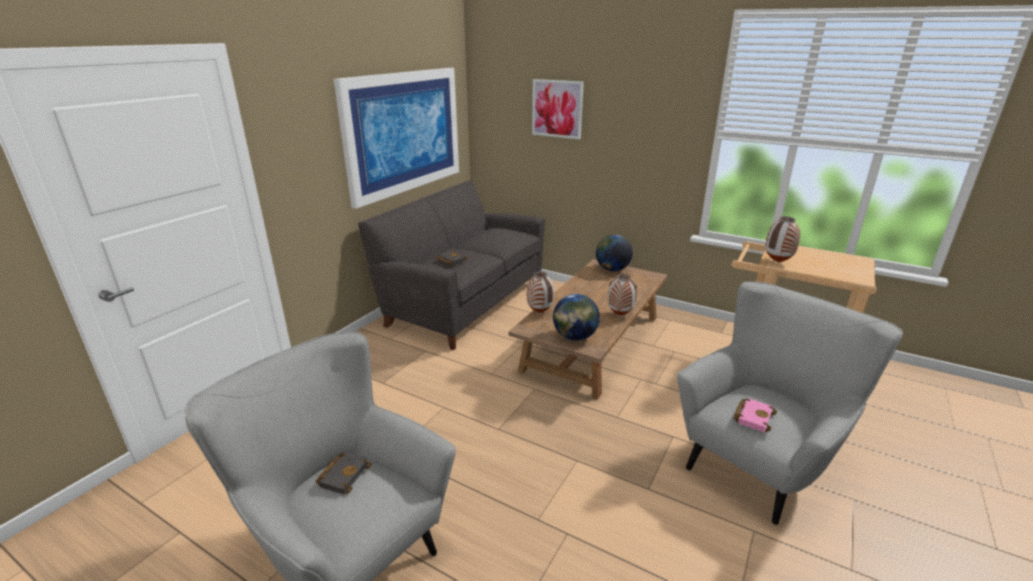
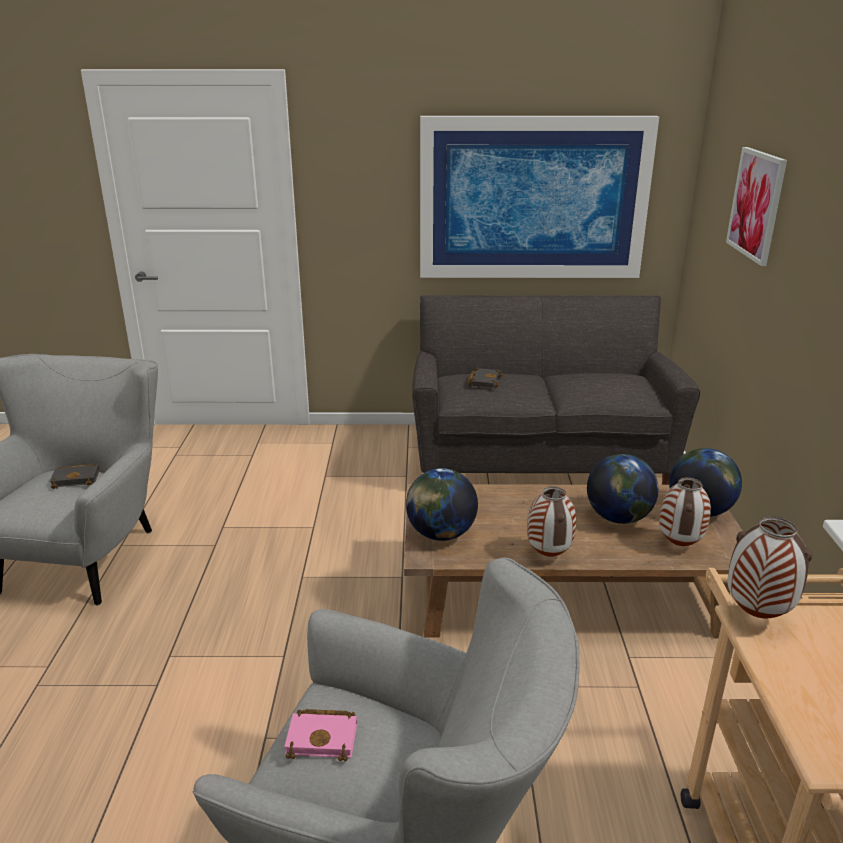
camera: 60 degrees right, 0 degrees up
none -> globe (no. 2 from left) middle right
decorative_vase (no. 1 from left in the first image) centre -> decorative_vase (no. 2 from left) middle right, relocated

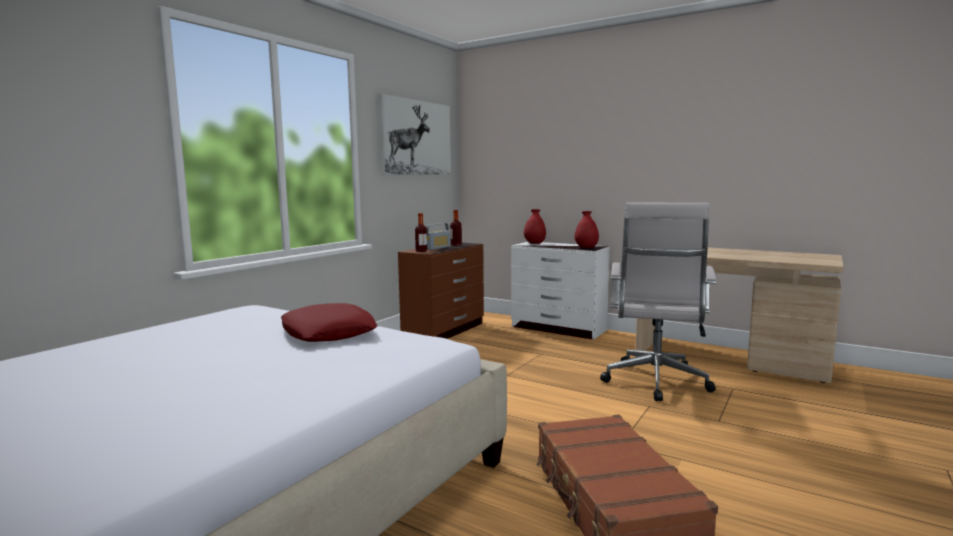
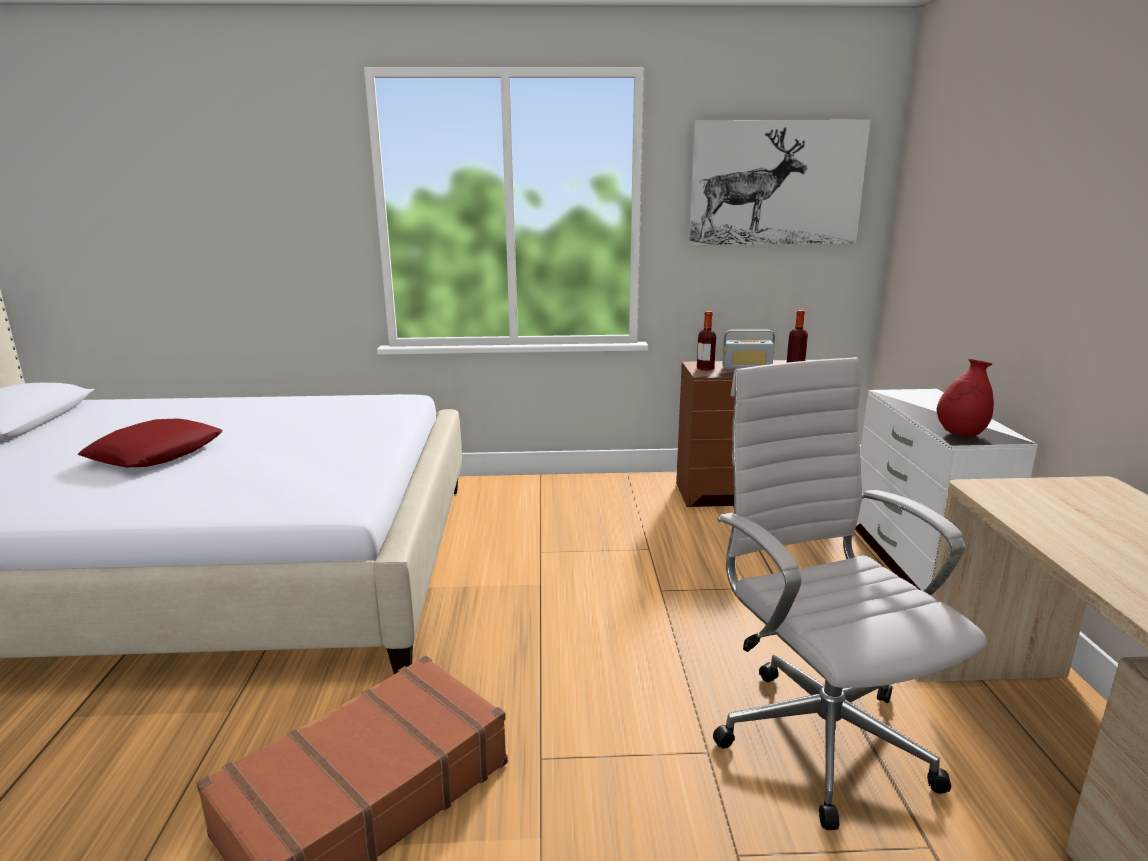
camera: 55 degrees right, 10 degrees up
reddish_throw_pillow centre -> reddish_throw_pillow middle left, relocated
white-coloured_desk_chair middle right -> white-coloured_desk_chair bottom right, 90 degrees clockwise
reddish_decorative_vase (no. 1 from left) centre -> none

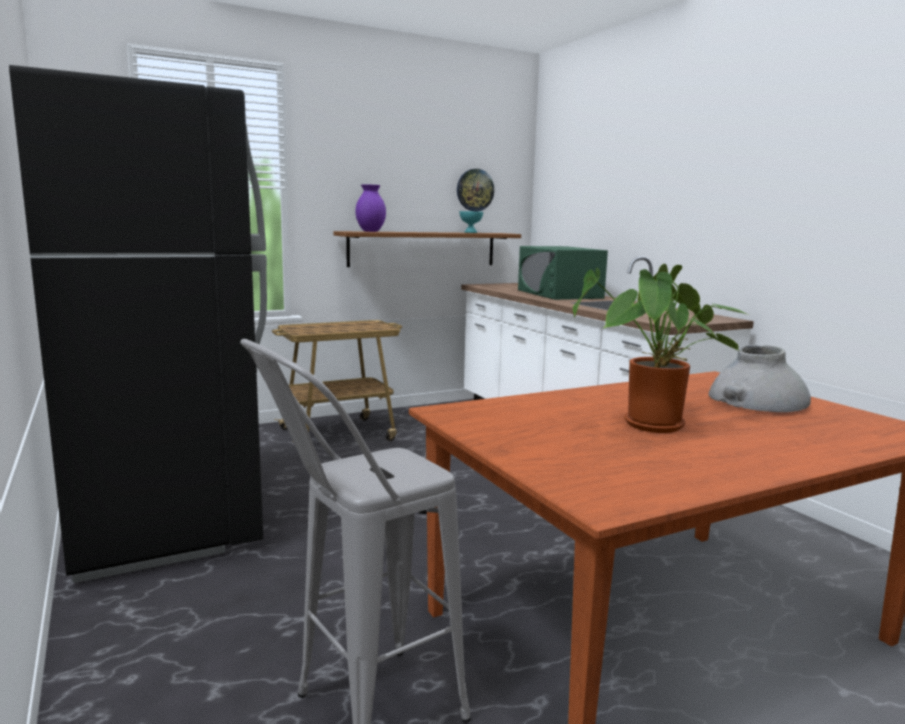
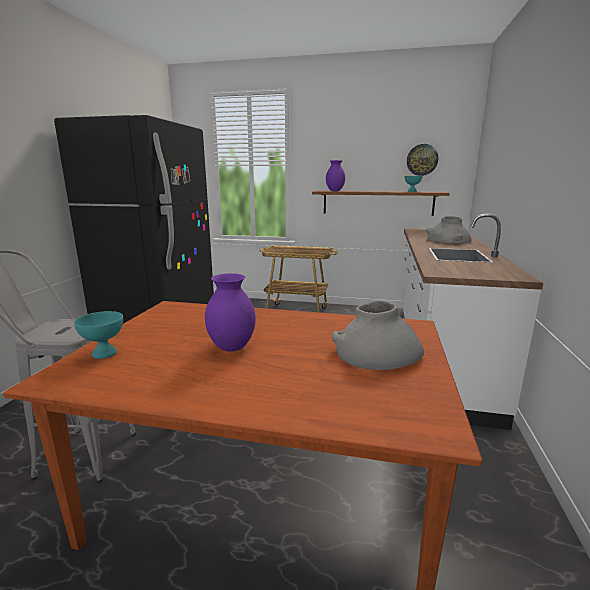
camera: 40 degrees right, 5 degrees up
none -> turquoise-coloured_serving_bowl (no. 1 from left) middle left
houseplant middle right -> purple_decorative_vase (no. 1 from left) centre
green-coloured_kitchen_microwave centre -> grey_decorative_vase (no. 2 from left) middle right

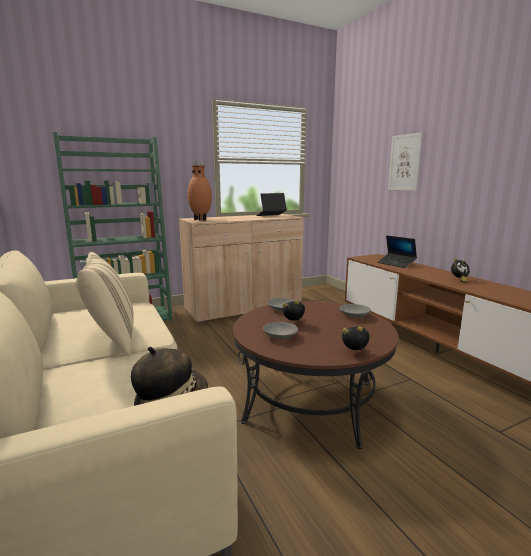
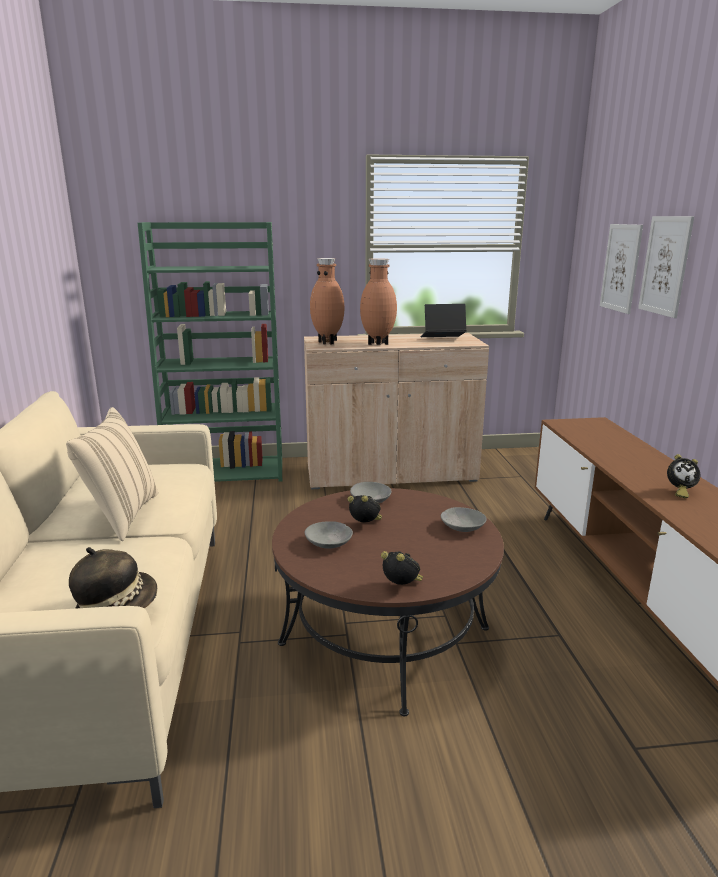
camera: 20 degrees right, 5 degrees up
none -> brown_decorative_vase (no. 2 from left) centre
none -> picture (no. 1 from left) top right
portable_computer (no. 2 from left) middle right -> none

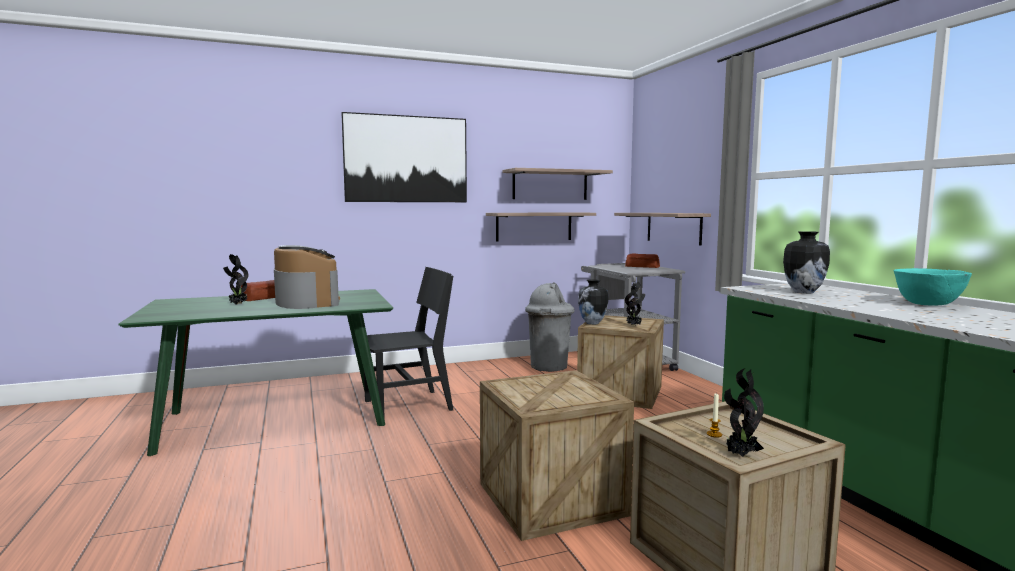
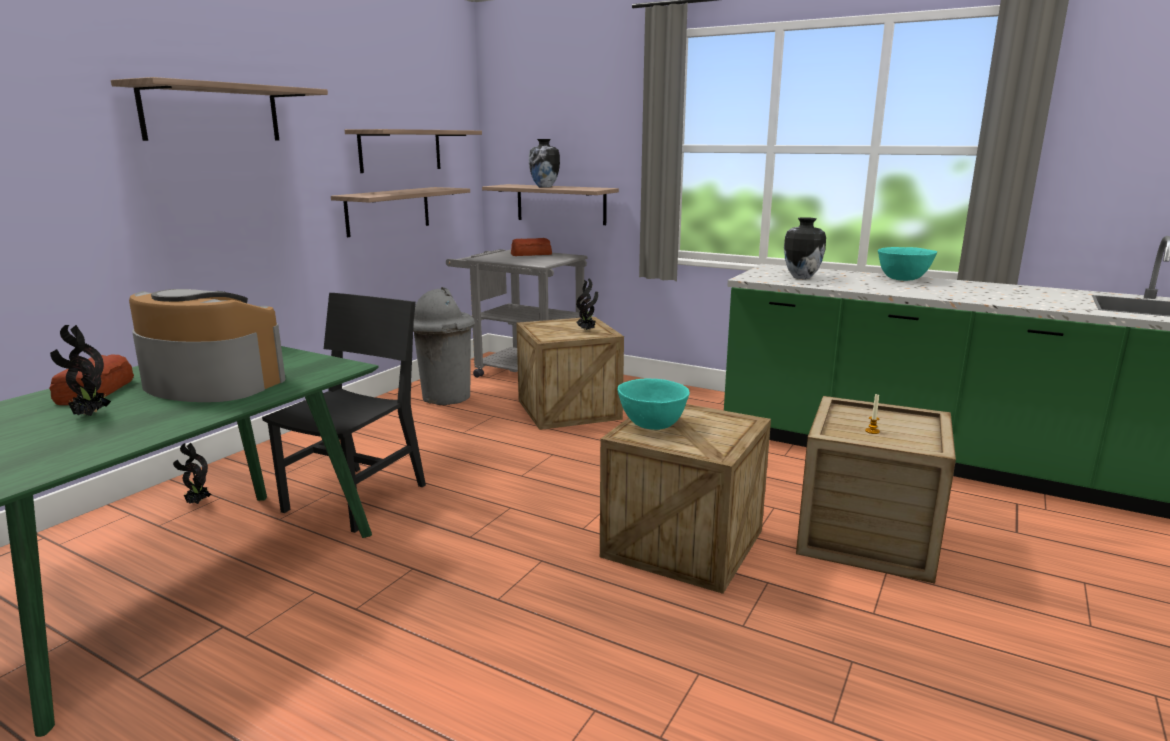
camera: 40 degrees left, 10 degrees up
picture top centre -> wall_shelf (no. 1 from left) top left
houseplant (no. 3 from left in the first image) bottom right -> houseplant (no. 2 from left) middle left, relocated
decorative_vase (no. 1 from left) centre -> decorative_vase (no. 1 from left) top centre, relocated
none -> turquoise-coloured_serving_bowl (no. 1 from left) centre

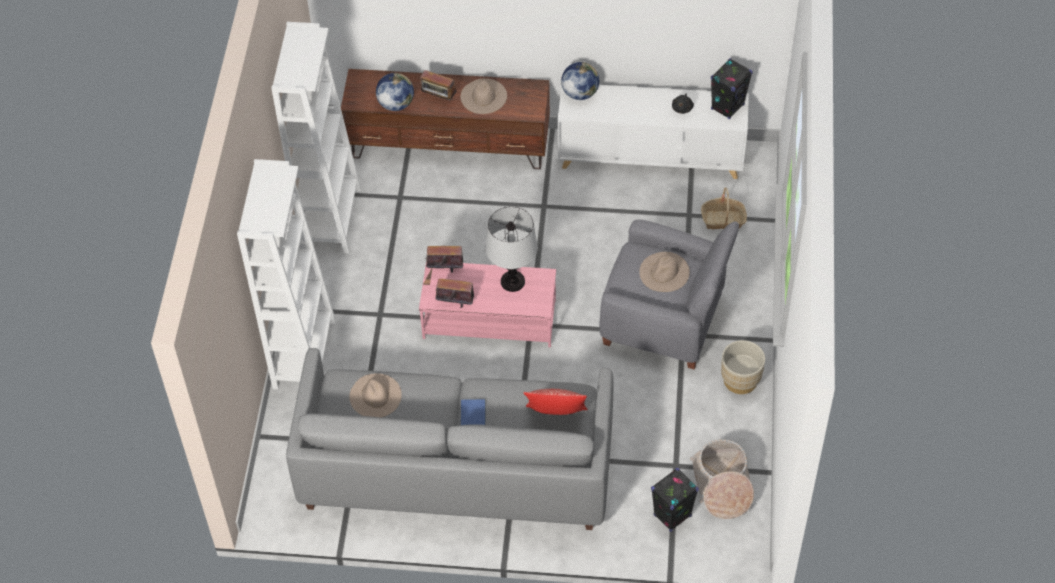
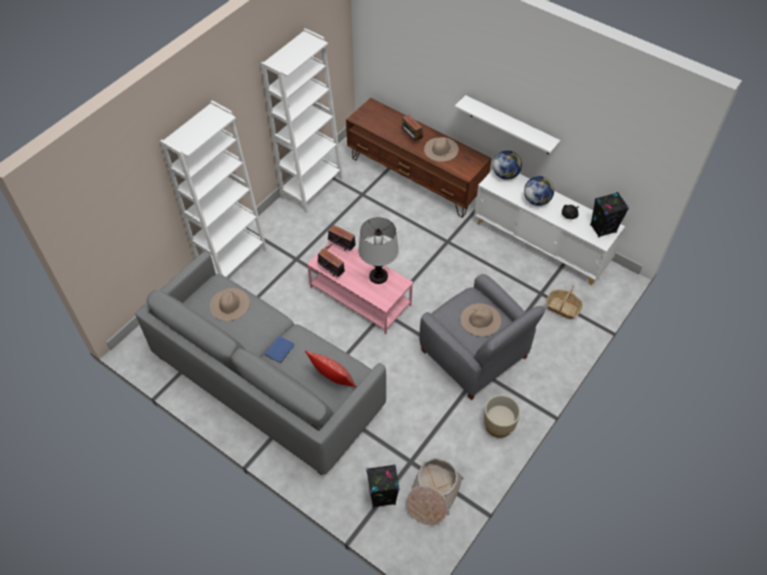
camera: 30 degrees right, 0 degrees up
none -> white-coloured_wall_shelf top centre
globe (no. 1 from left in the first image) top centre -> globe (no. 2 from left) top right, relocated

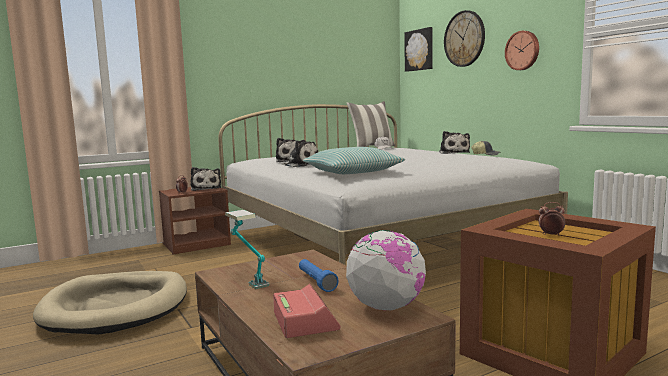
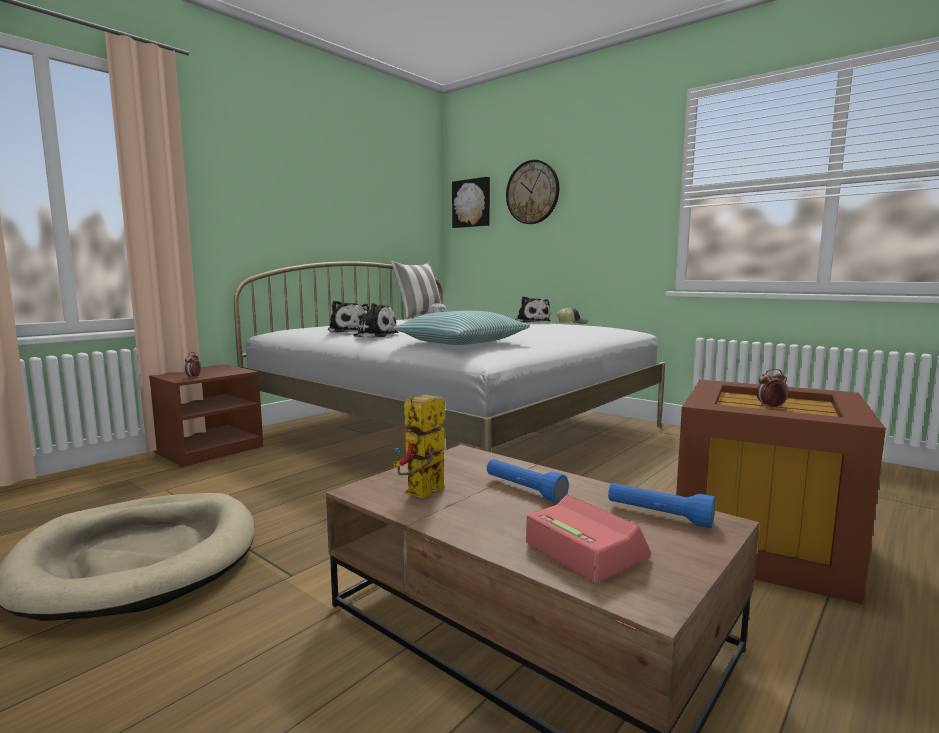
camera: 20 degrees left, 0 degrees up
tabletop_lamp centre -> toy_robot centre
globe bottom centre -> bluish_hand_torch (no. 2 from left) bottom right
soft_toy (no. 1 from left) middle left -> none
clock_on_the_wall (no. 2 from left) top right -> none

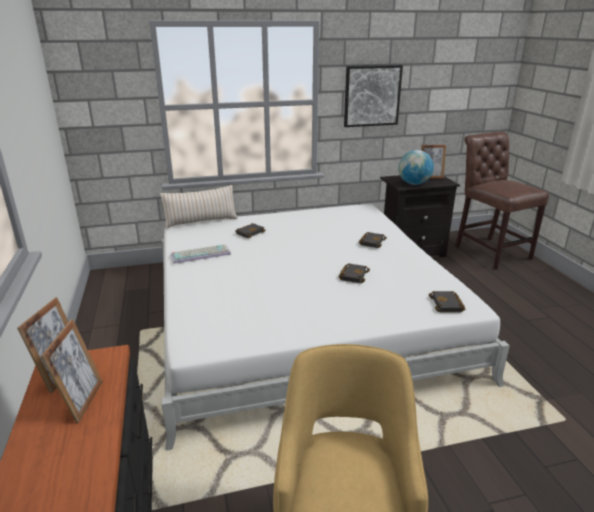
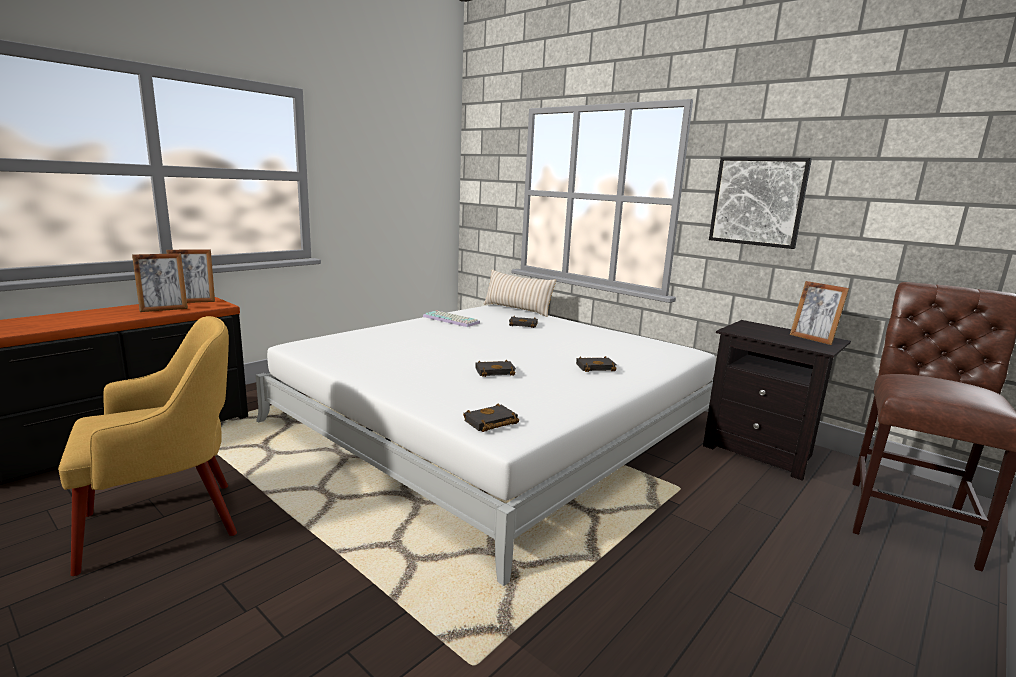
camera: 55 degrees right, 10 degrees down
globe top right -> none

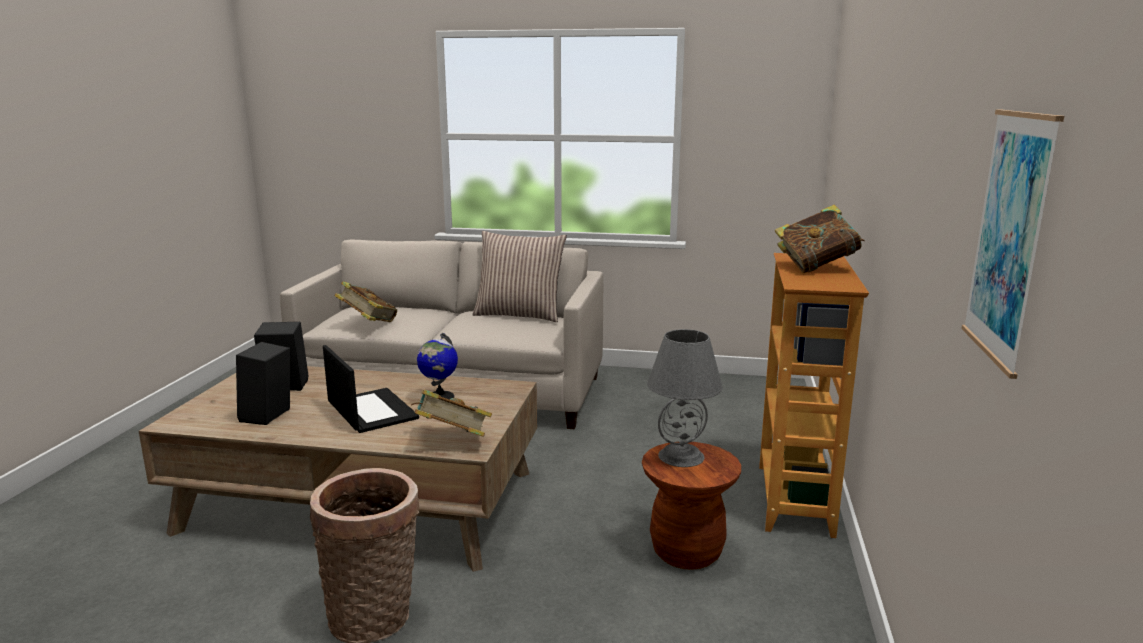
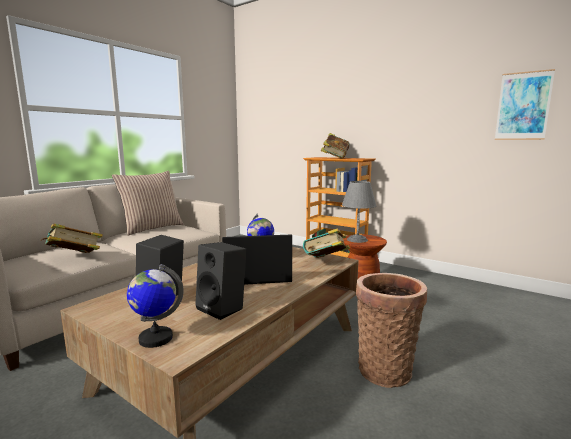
camera: 65 degrees left, 5 degrees down
none -> globe (no. 1 from left) bottom left

